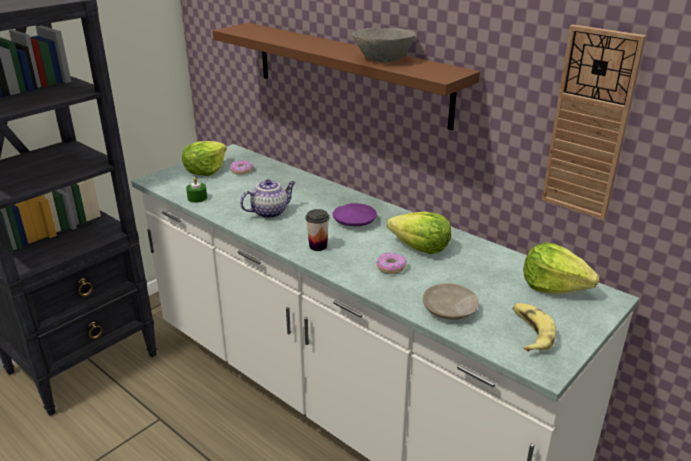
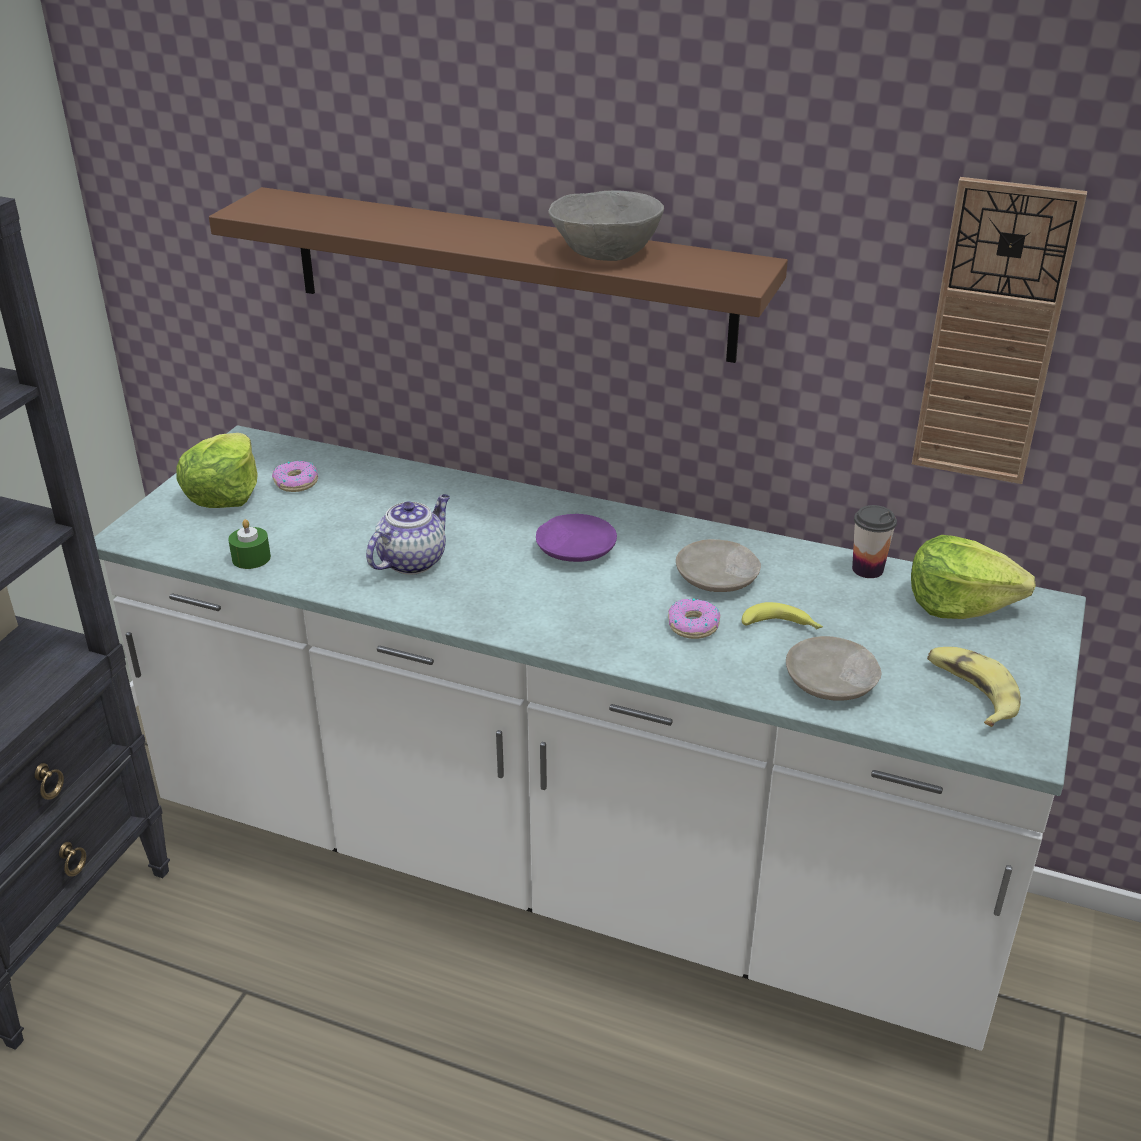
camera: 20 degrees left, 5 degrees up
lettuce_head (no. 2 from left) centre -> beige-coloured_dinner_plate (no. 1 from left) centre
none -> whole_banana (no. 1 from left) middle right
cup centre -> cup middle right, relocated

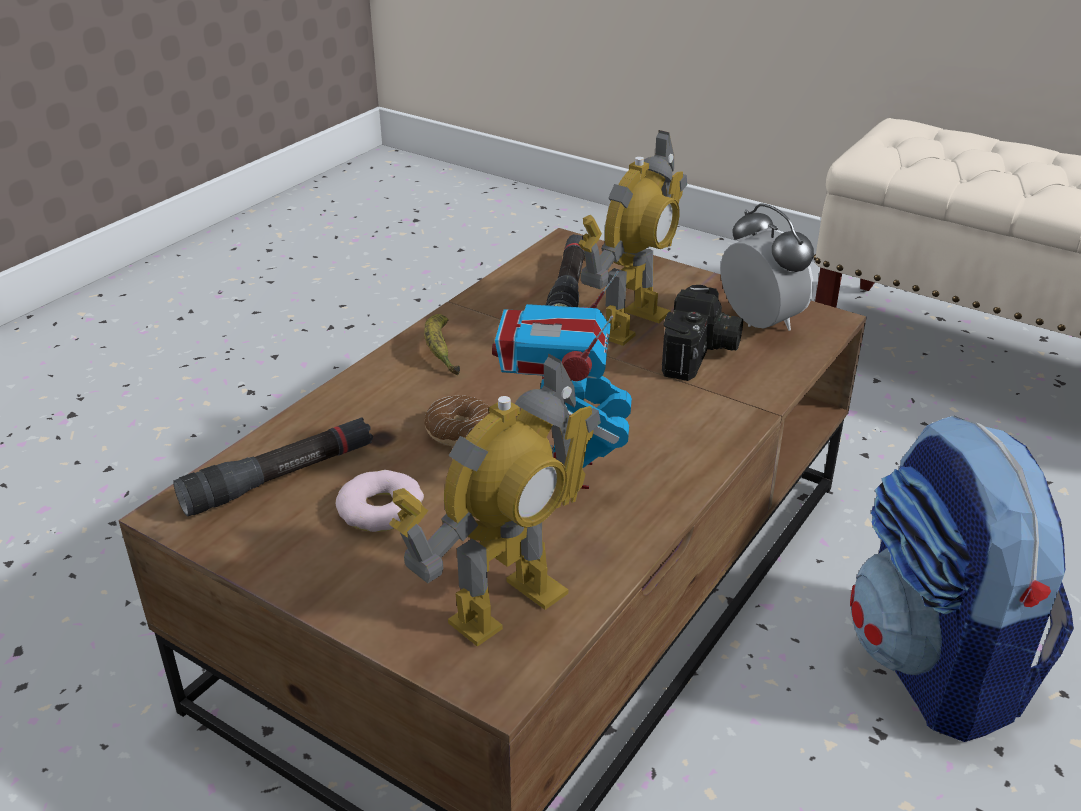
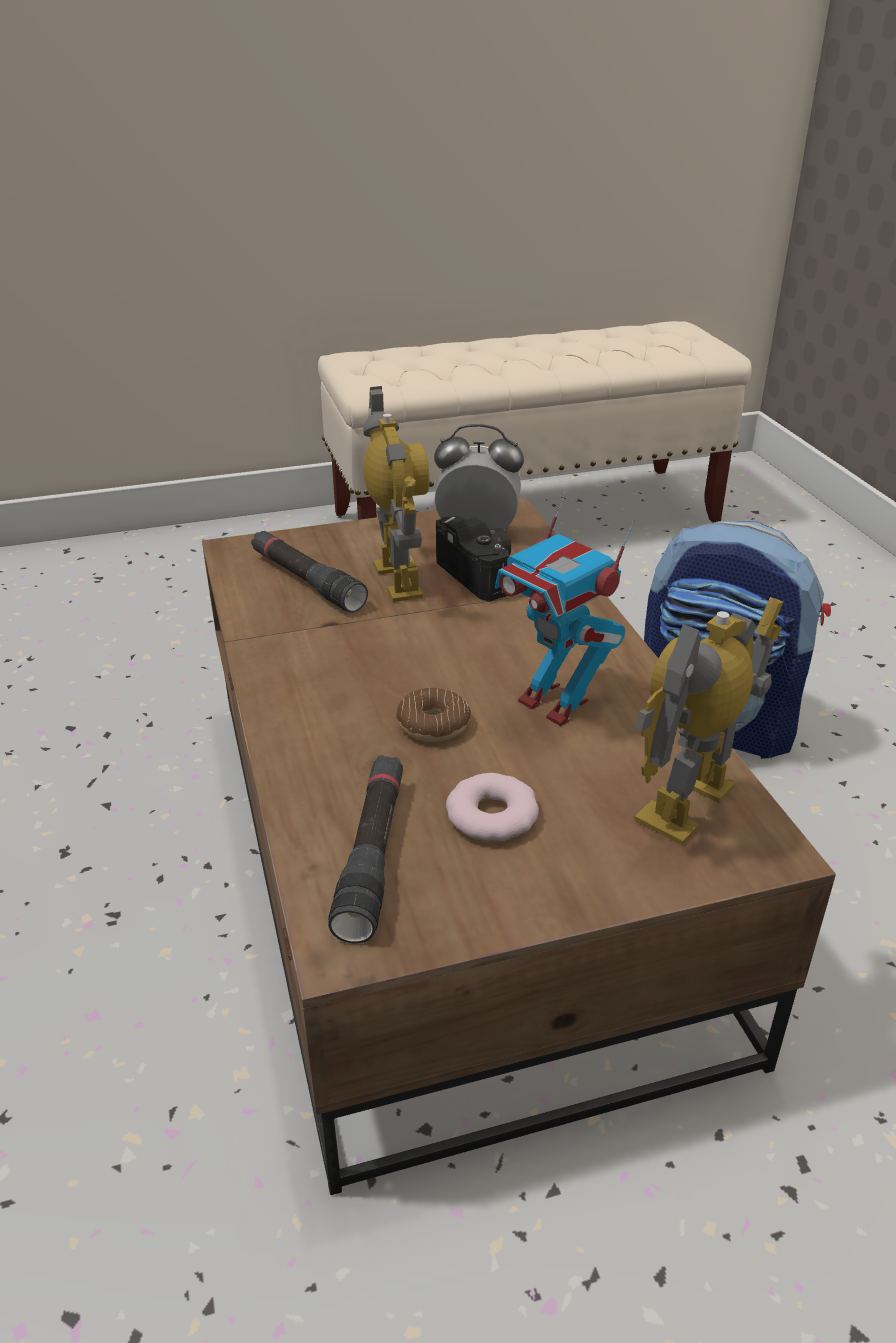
camera: 50 degrees left, 0 degrees up
toy_robot (no. 1 from left in the first image) centre -> toy_robot (no. 3 from left) middle right, 135 degrees counterclockwise
whole_banana centre -> none

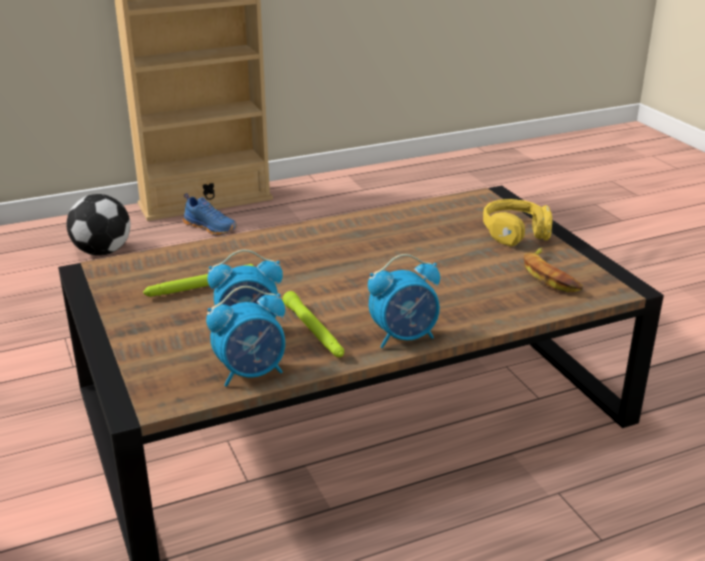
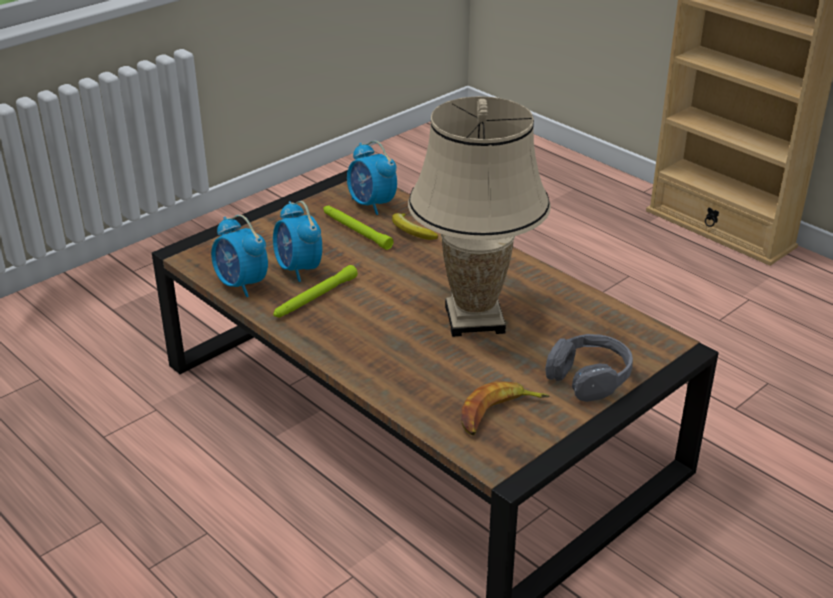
camera: 70 degrees right, 5 degrees up
table_clock (no. 3 from left) centre -> table_clock (no. 3 from left) top centre, relocated
none -> whole_banana (no. 1 from left) centre
none -> beige-coloured_tabletop_lamp centre
yellowish_pair_of_headphones middle right -> grey_pair_of_headphones middle right
football_ball middle left -> none
bluish_item_of_footwear middle left -> none

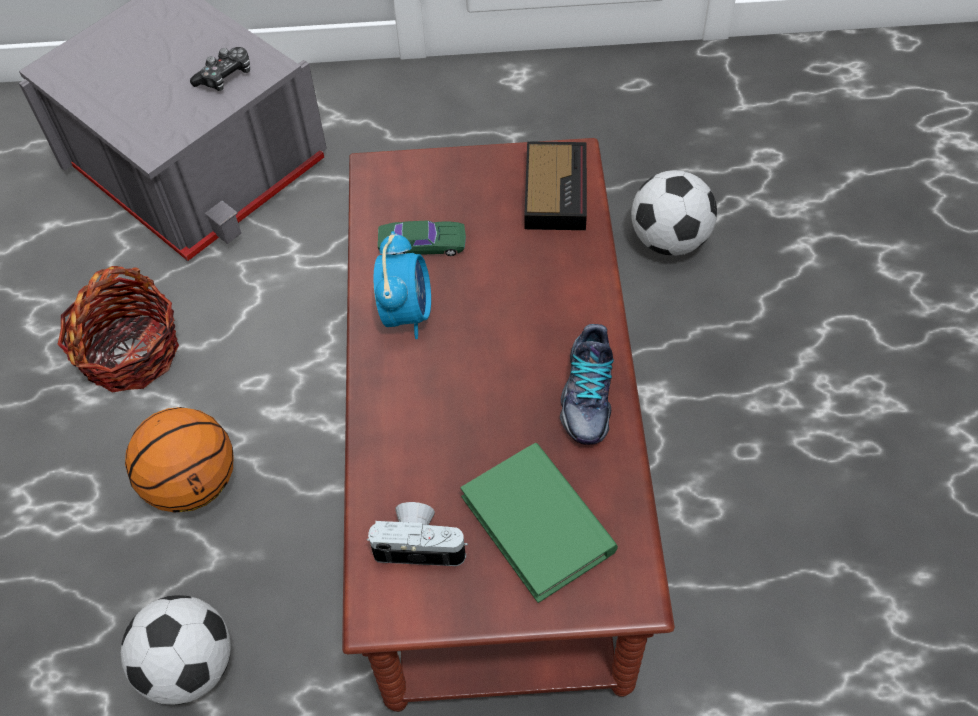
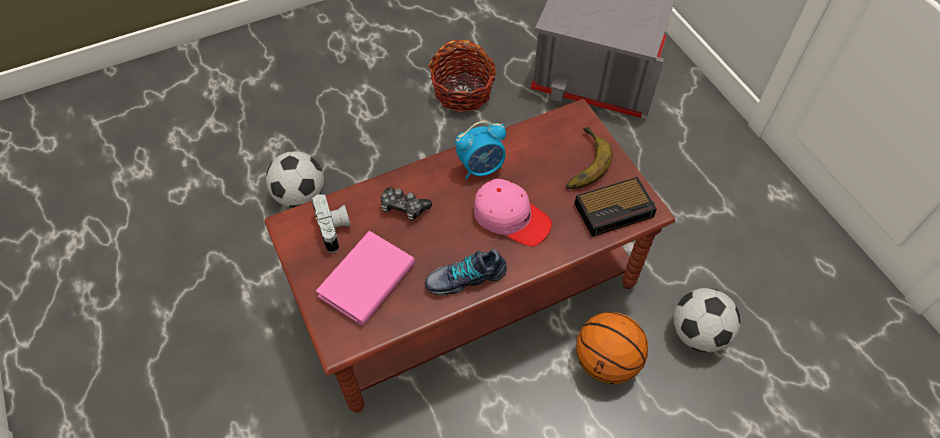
camera: 65 degrees right, 0 degrees up
green-coloured_volume bottom centre -> pink_volume centre
gamepad top left -> gamepad centre, relocated
none -> pink_baseball_cap centre
none -> whole_banana centre
basketball middle left -> basketball bottom centre, relocated
green-coloured_model_car top centre -> none

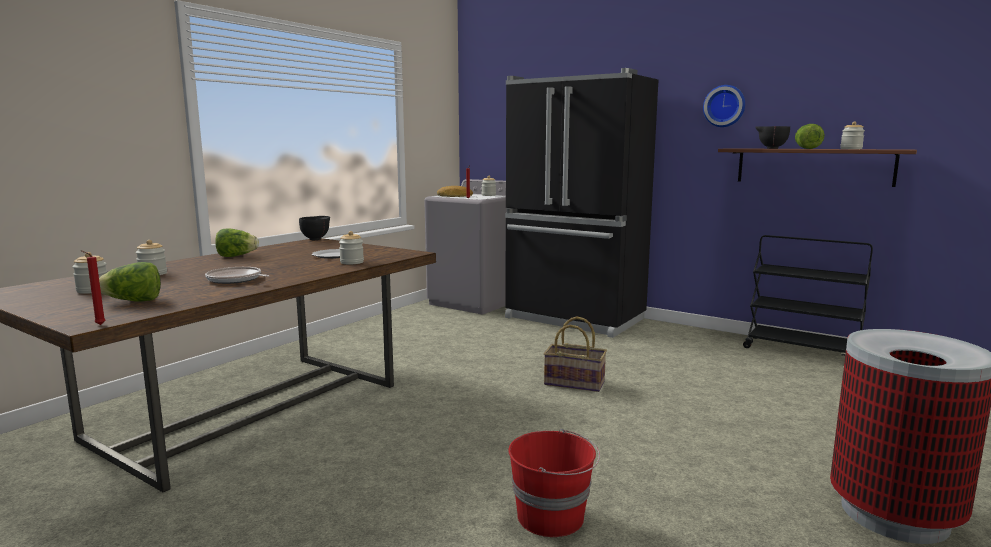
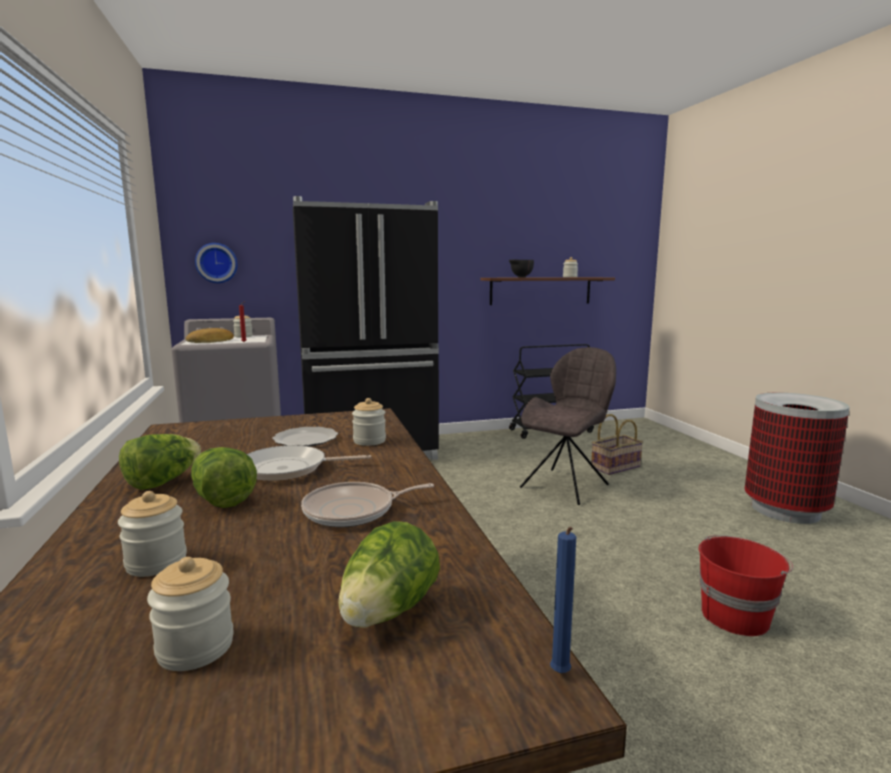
camera: 50 degrees left, 0 degrees up
lettuce_head (no. 3 from left in the first image) top right -> lettuce_head (no. 2 from left) middle left, relocated
clock_on_the_wall top right -> clock_on_the_wall middle left, relocated
none -> pan (no. 1 from left) centre
none -> grey_plain_chair centre
reddish_wax_candle (no. 1 from left) middle left -> bluish_wax_candle bottom centre
household_basket centre -> household_basket middle right, relocated
black_serving_bowl (no. 1 from left) middle left -> none

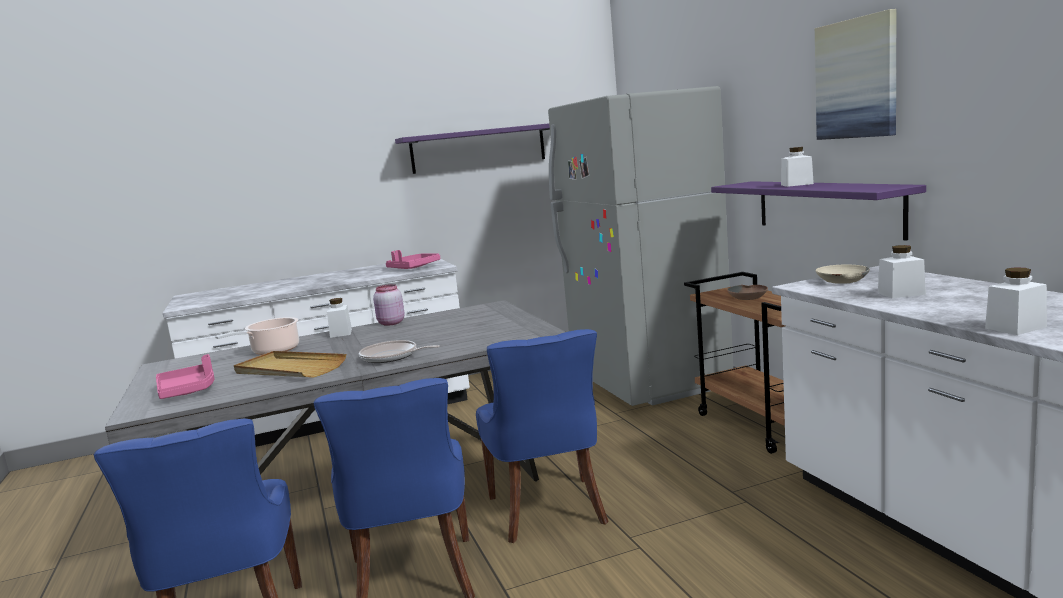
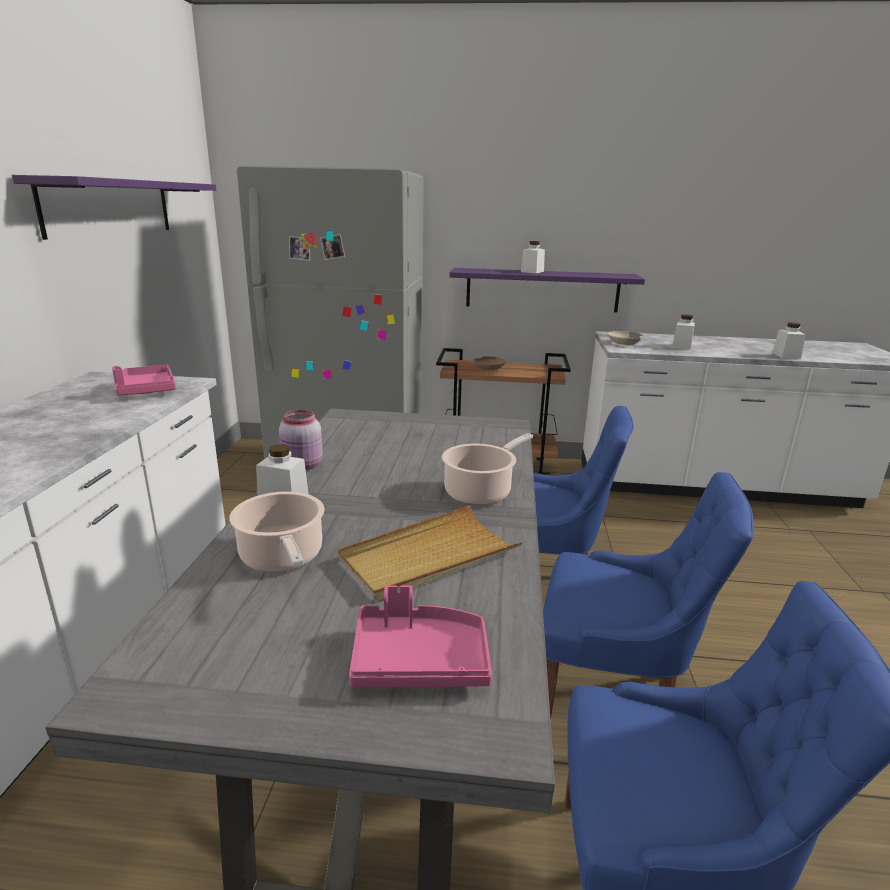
camera: 65 degrees left, 10 degrees up
pan centre -> cooking_pot (no. 2 from left) centre
picture top right -> none

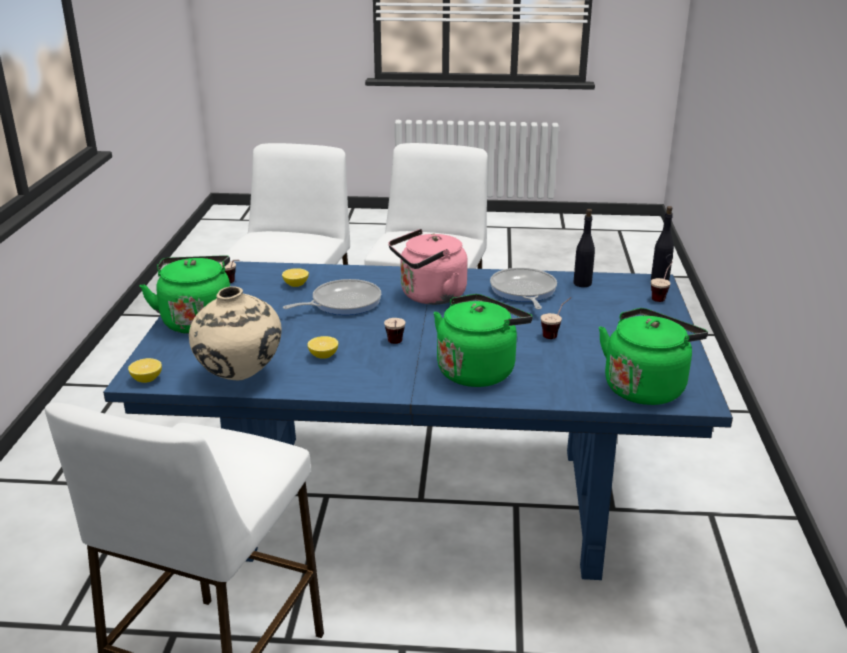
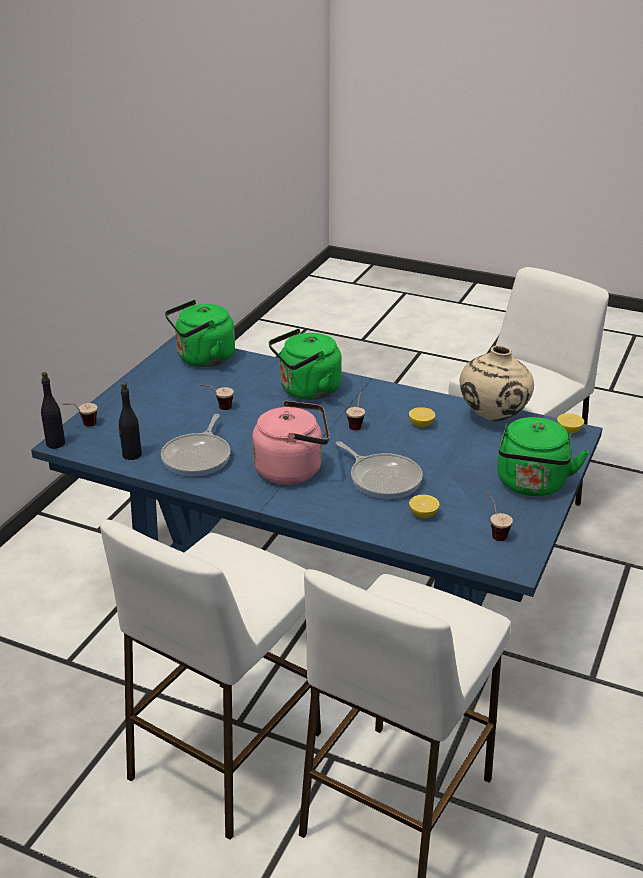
camera: 160 degrees left, 5 degrees up
pan (no. 1 from left in the first image) centre -> pan (no. 2 from left) centre, 120 degrees counterclockwise

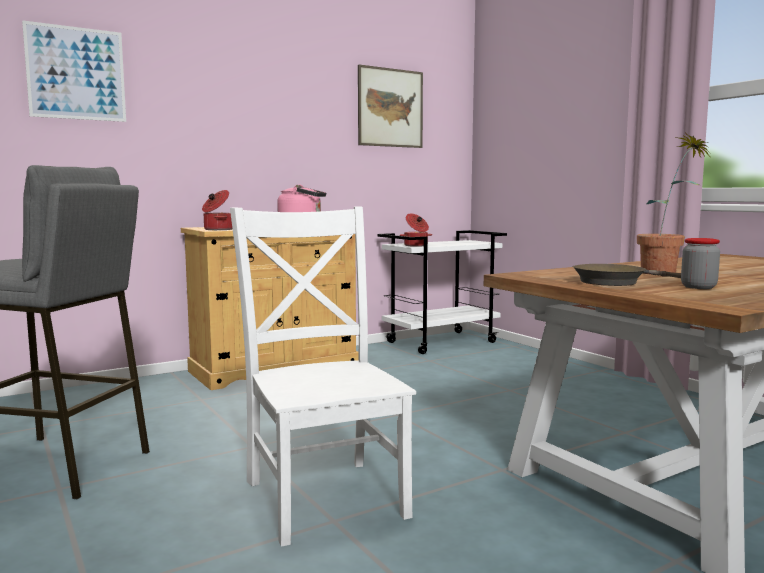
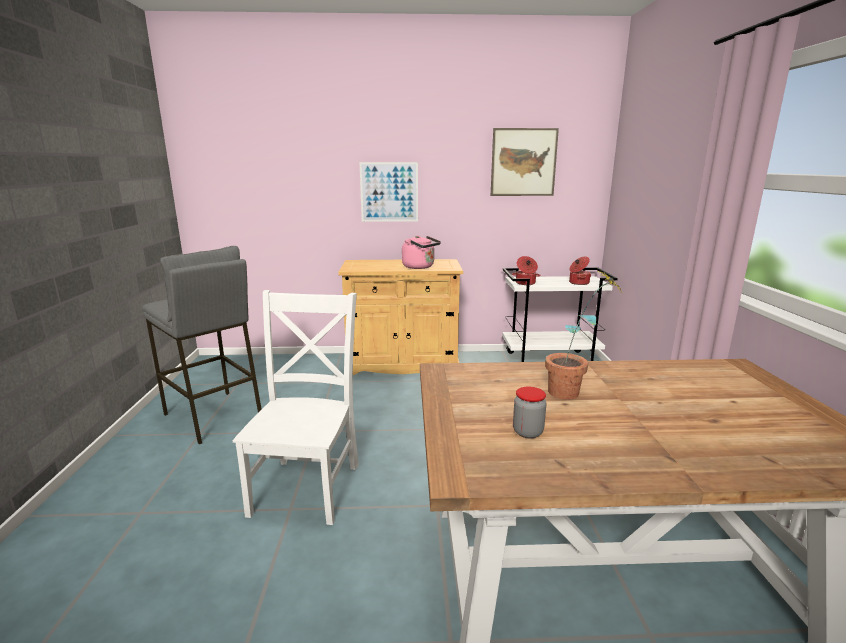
camera: 30 degrees right, 10 degrees up
picture (no. 1 from left) top left -> picture (no. 1 from left) top centre, relocated
cooking_pot (no. 1 from left in the first image) middle left -> cooking_pot (no. 2 from left) middle right, relocated
brown_pan middle right -> none

